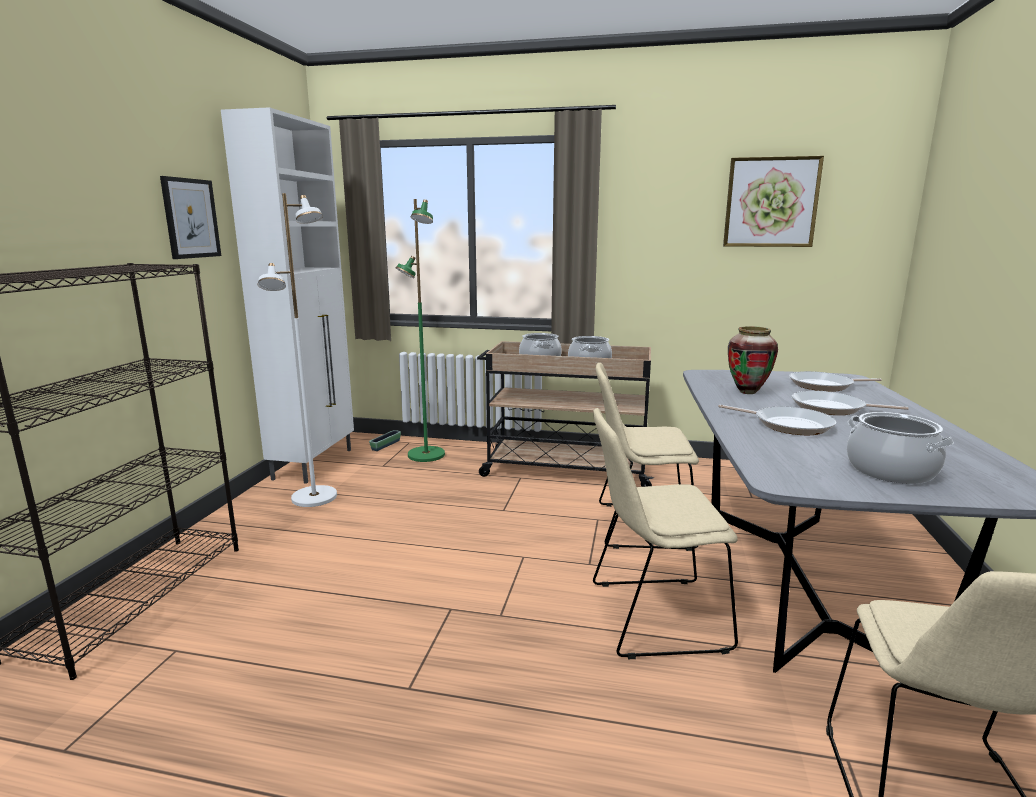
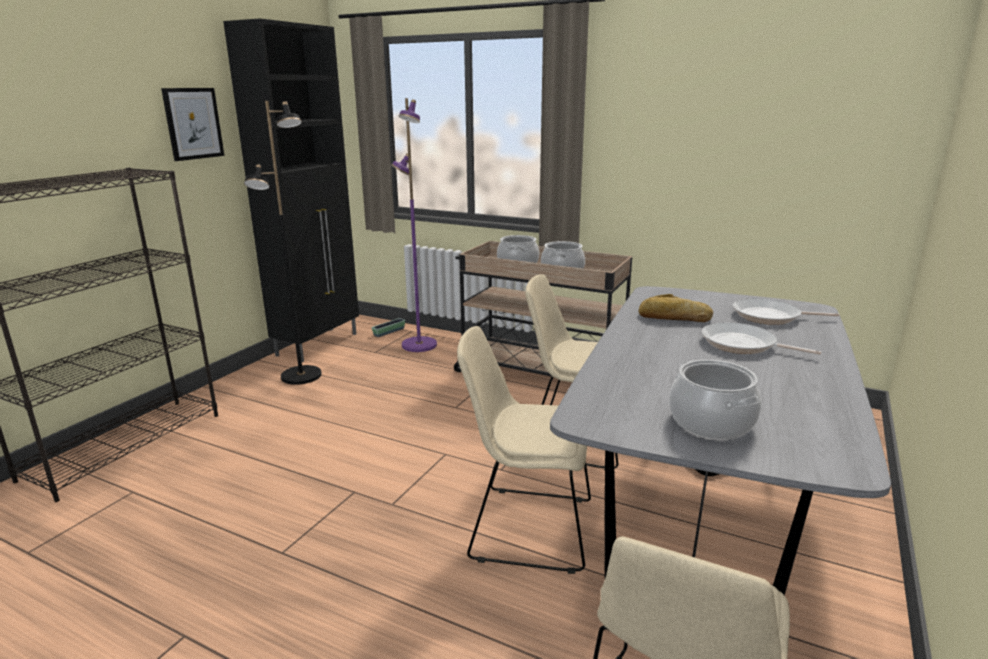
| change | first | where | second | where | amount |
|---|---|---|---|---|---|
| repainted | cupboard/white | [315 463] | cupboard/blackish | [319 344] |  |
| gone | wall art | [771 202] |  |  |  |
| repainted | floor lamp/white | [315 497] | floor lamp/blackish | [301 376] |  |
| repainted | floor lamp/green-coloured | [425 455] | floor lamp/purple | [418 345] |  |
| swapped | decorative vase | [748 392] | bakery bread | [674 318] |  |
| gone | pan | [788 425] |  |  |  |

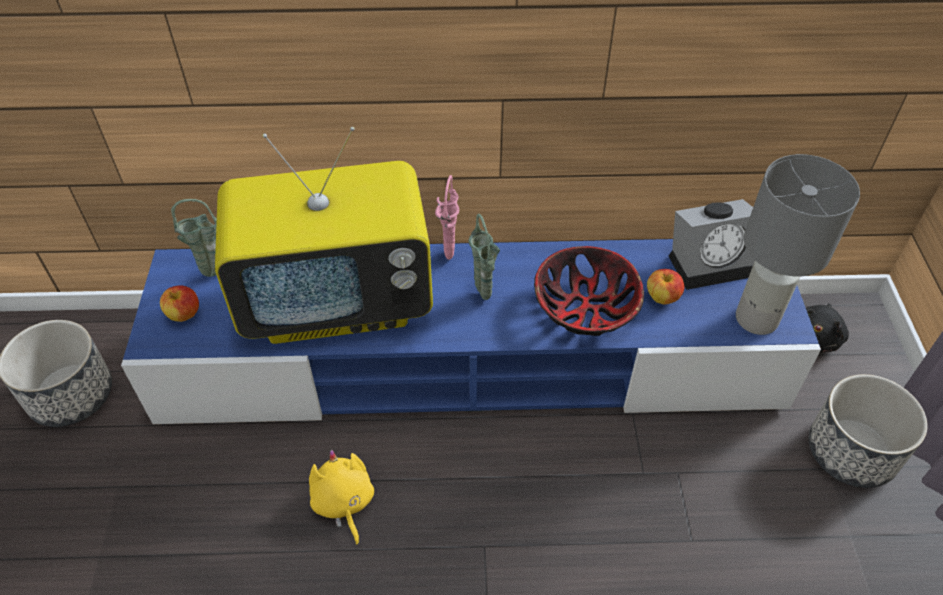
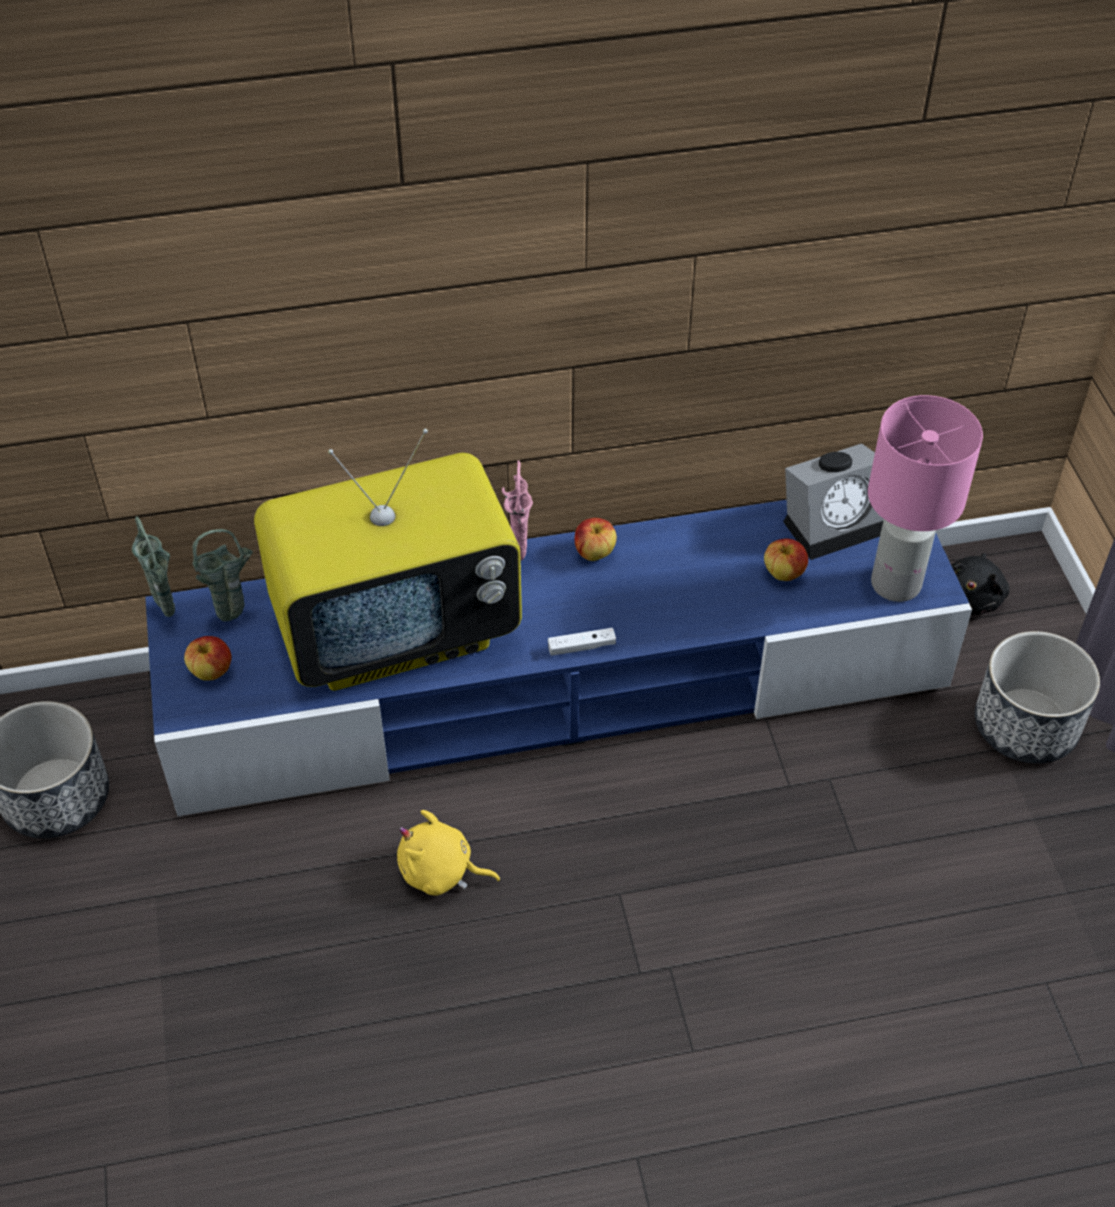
| change | first | where | second | where | amount |
|---|---|---|---|---|---|
| repainted | table lamp/gray | [758 319] | table lamp/pink-coloured | [897 584] |  |
| shifted | decorative vase/green-coloured | [484 298] |  | [168 615] |  |
| gone | serving bowl | [586 309] |  |  |  |
| rotated | plush toy/yellow | [343 503] |  | [441 872] | 45 degrees counterclockwise |
| new |  |  | whole apple | [594 552] |  |
| new |  |  | game controller/white | [581 647] |  |

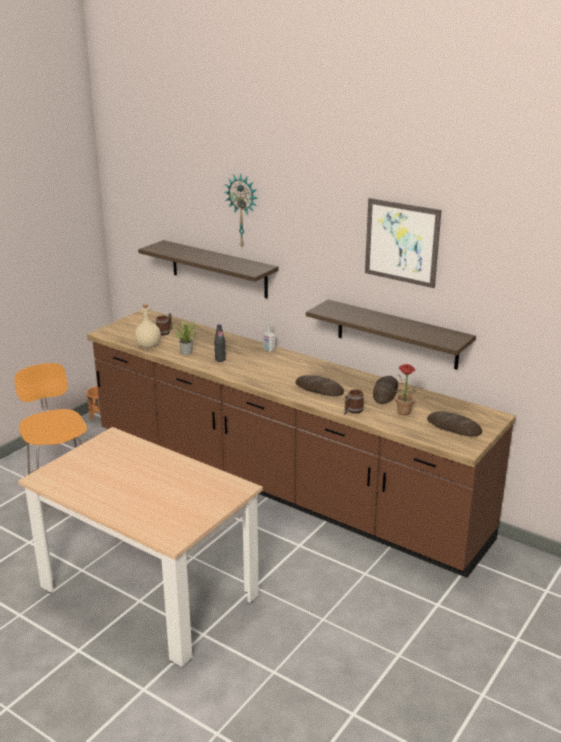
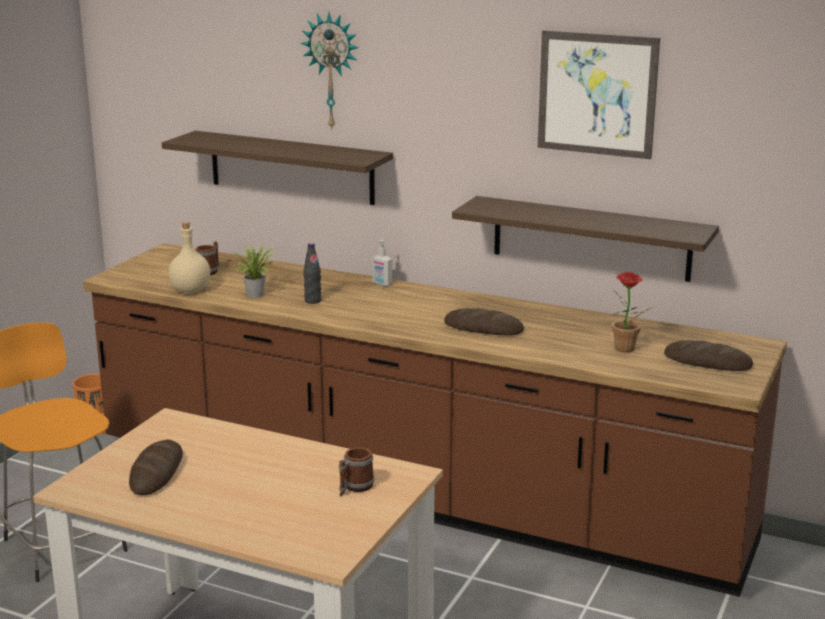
| change | first | where | second | where | amount |
|---|---|---|---|---|---|
| shifted | bakery bread | [385 393] |  | [156 473] |  |
| shifted | mug | [352 411] |  | [354 488] |  |

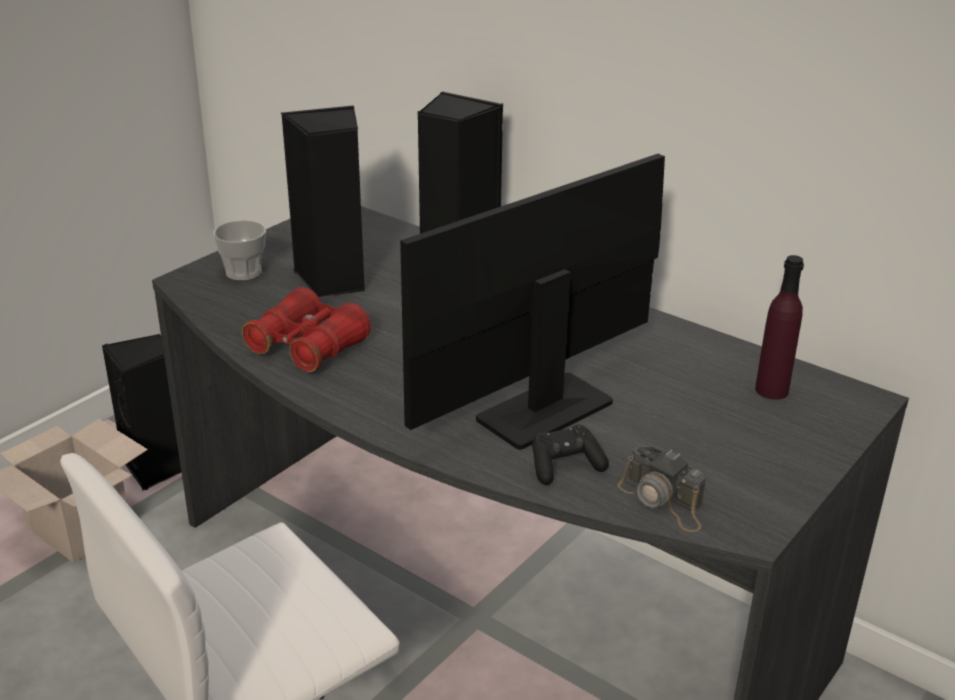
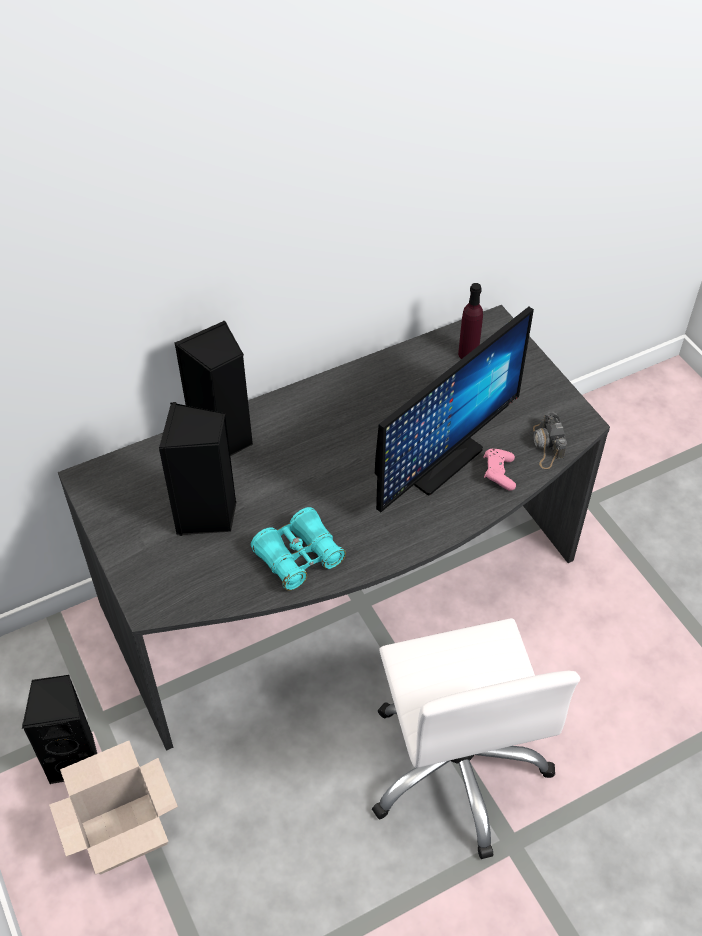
| change | first | where | second | where | amount |
|---|---|---|---|---|---|
| rotated | computer display | [545 411] |  | [440 461] | 120 degrees counterclockwise |
| gone | small cup | [243 272] |  |  |  |
| repainted | pair of binoculars/red | [307 347] | pair of binoculars/turquoise-coloured | [299 557] |  |
| repainted | game controller/blackish | [565 466] | game controller/pink-coloured | [498 474] |  |
| rotated | still camera | [663 501] |  | [547 446] | 105 degrees clockwise |

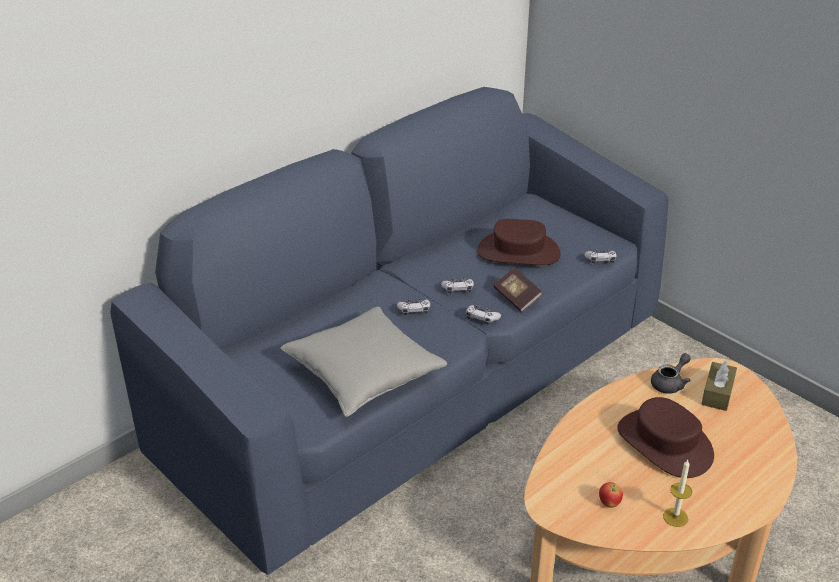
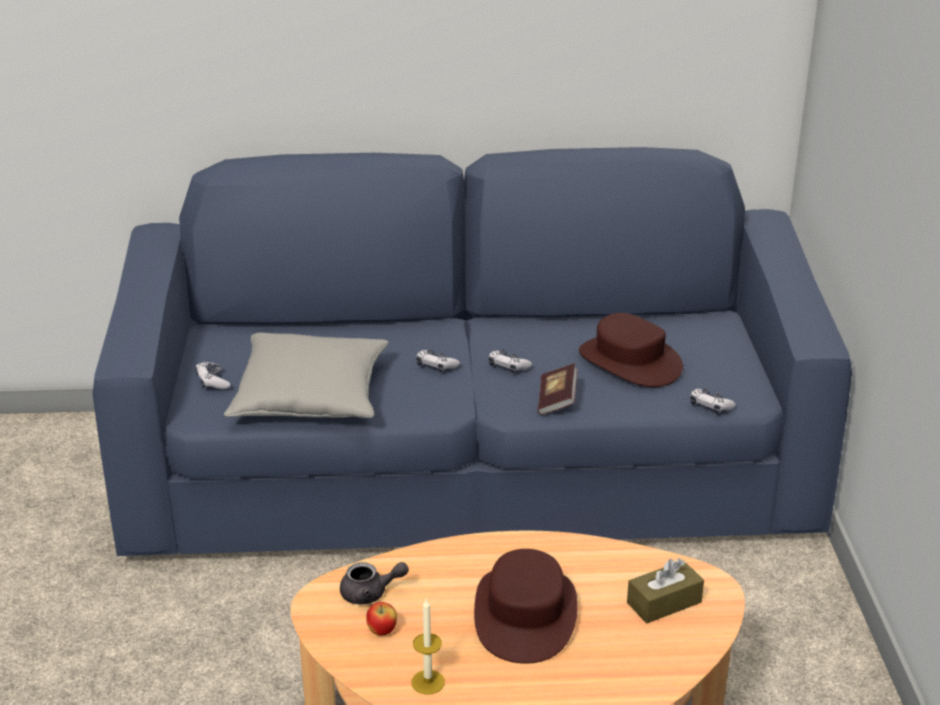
| change | first | where | second | where | amount |
|---|---|---|---|---|---|
| shifted | game controller | [482 318] |  | [212 382] |  |
| shifted | tea pot/gray | [670 383] |  | [370 593] |  |

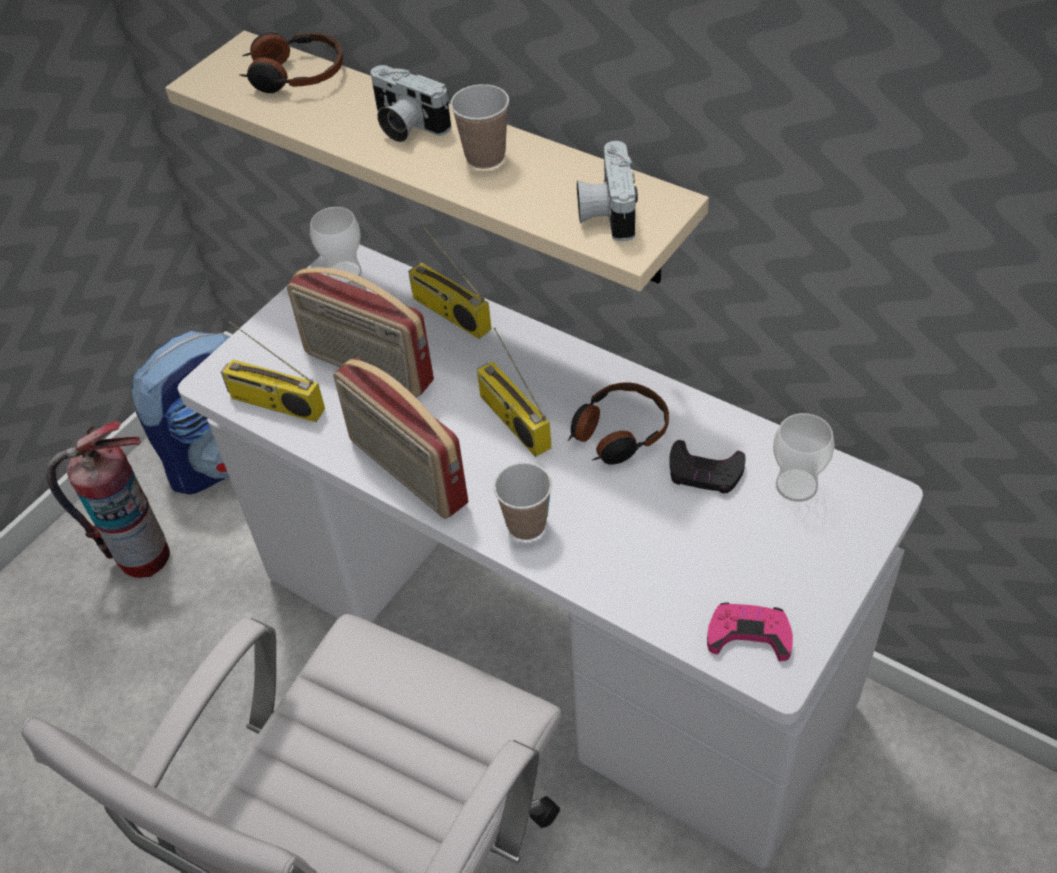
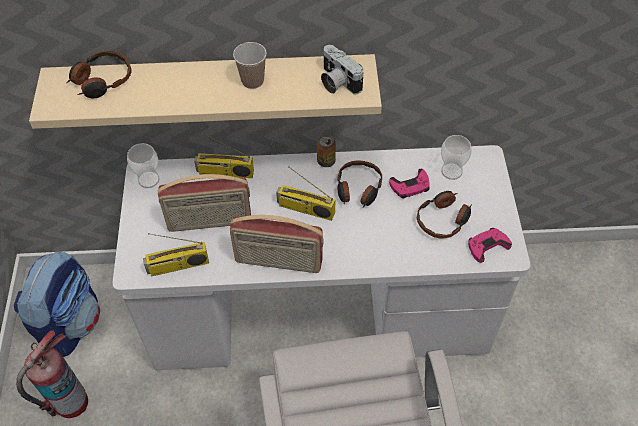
| change | first | where | second | where | amount |
|---|---|---|---|---|---|
| gone | still camera | [406 125] |  |  |  |
| repainted | game controller/blackish | [704 472] | game controller/pink-coloured | [410 186] |  |
| gone | small cup | [526 525] |  |  |  |
| new |  |  | sealed can | [326 161] |  |
| new |  |  | headphones | [443 219] |  |

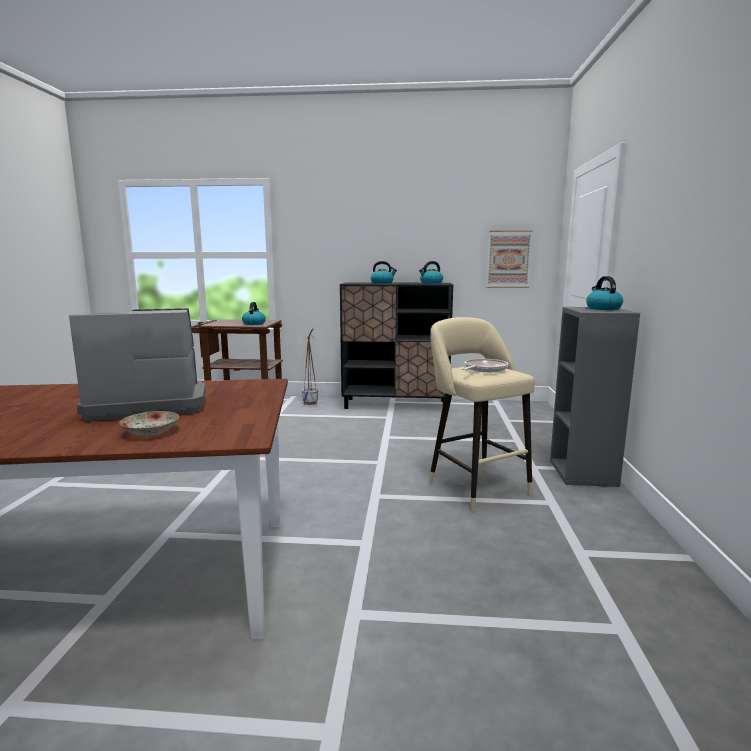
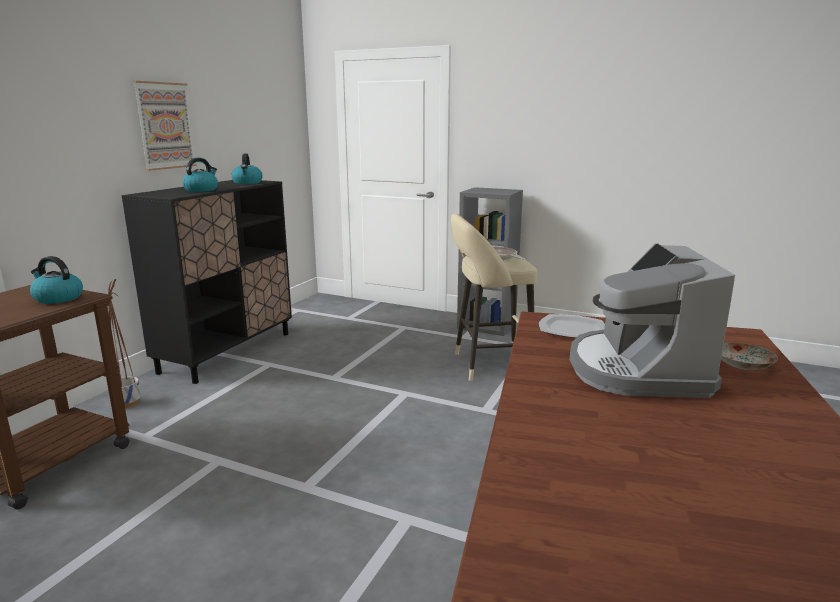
| change | first | where | second | where | amount |
|---|---|---|---|---|---|
| shifted | wall art | [508 259] |  | [165 126] |  |
| gone | kettle | [603 308] |  |  |  |
| new |  |  | dinner plate | [572 329] |  |

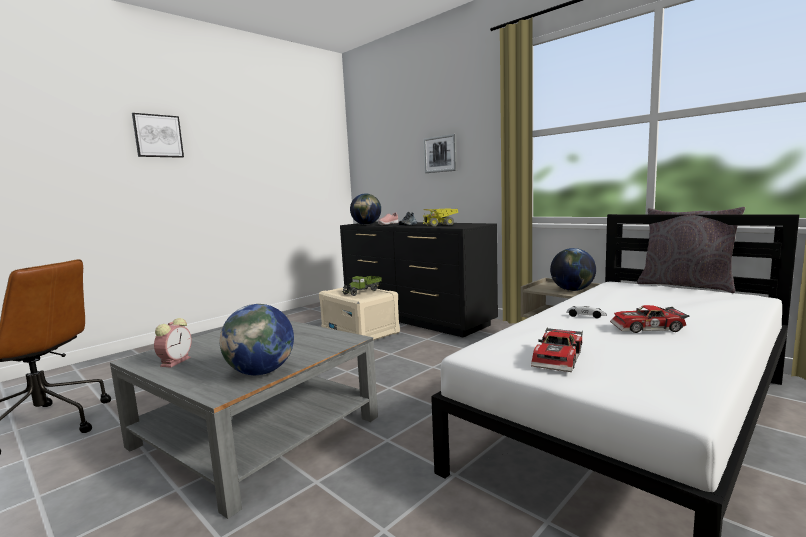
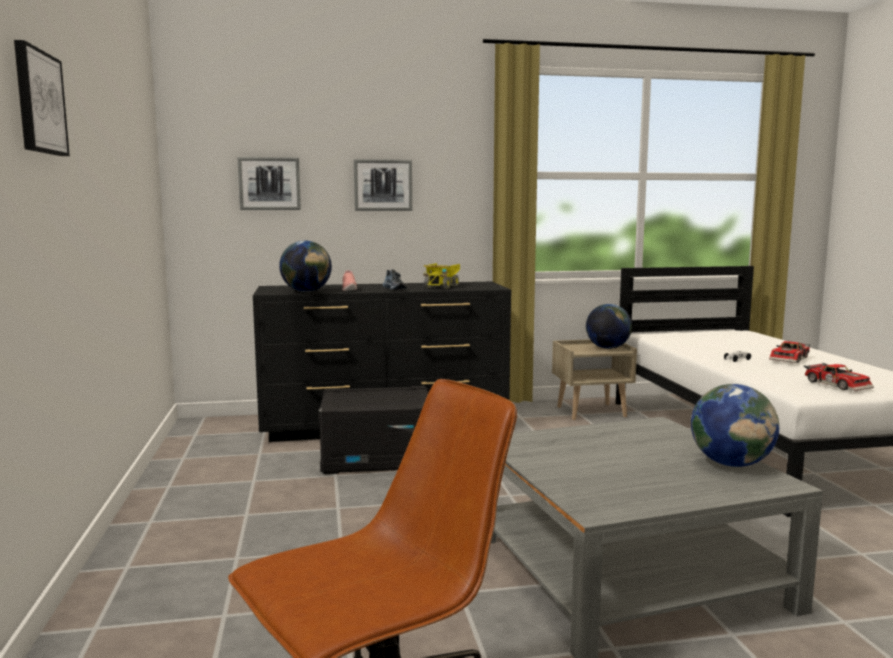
| change | first | where | second | where | amount |
|---|---|---|---|---|---|
| gone | pillow/gray | [685 286] |  |  |  |
| gone | toy truck | [363 291] |  |  |  |
| repainted | storage box/beige | [360 331] | storage box/blackish | [377 458] |  |
| gone | bedside clock | [176 361] |  |  |  |
| new |  |  | wall art | [269 183] |  |

